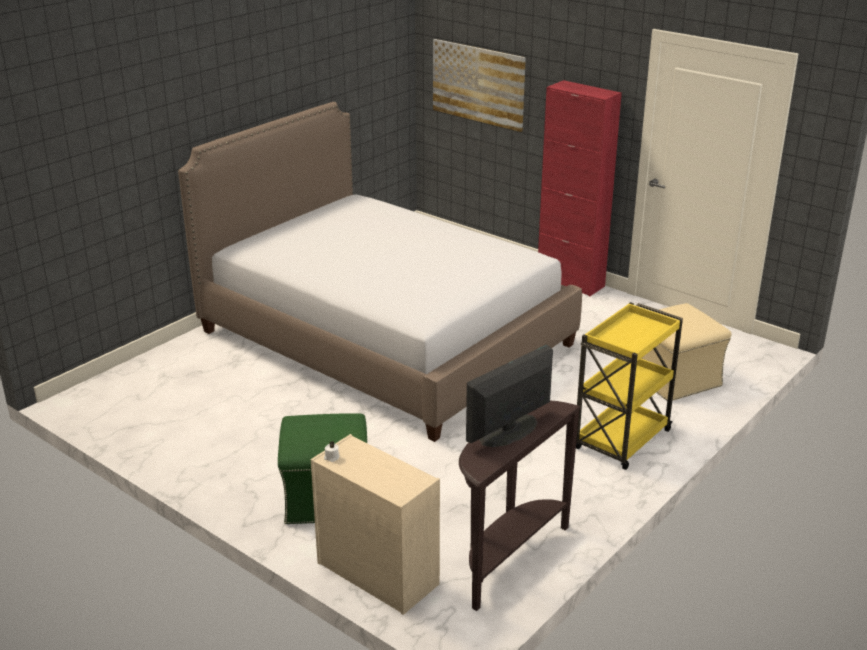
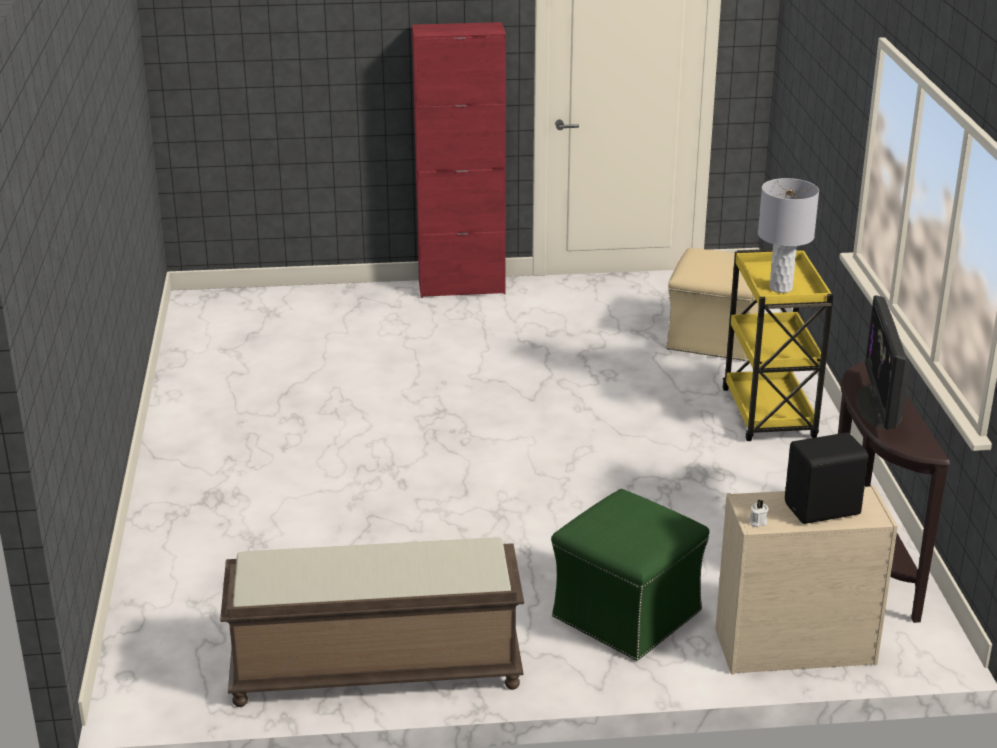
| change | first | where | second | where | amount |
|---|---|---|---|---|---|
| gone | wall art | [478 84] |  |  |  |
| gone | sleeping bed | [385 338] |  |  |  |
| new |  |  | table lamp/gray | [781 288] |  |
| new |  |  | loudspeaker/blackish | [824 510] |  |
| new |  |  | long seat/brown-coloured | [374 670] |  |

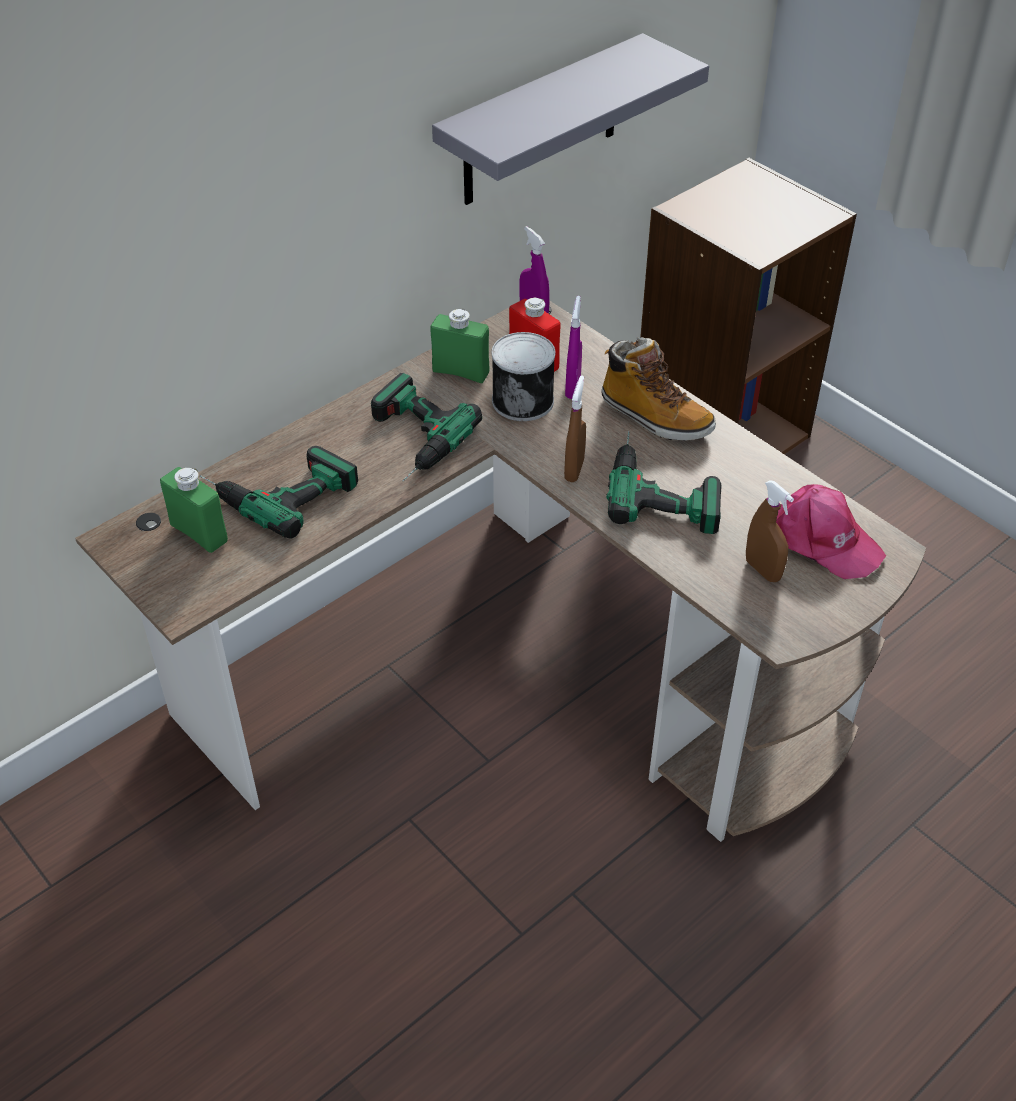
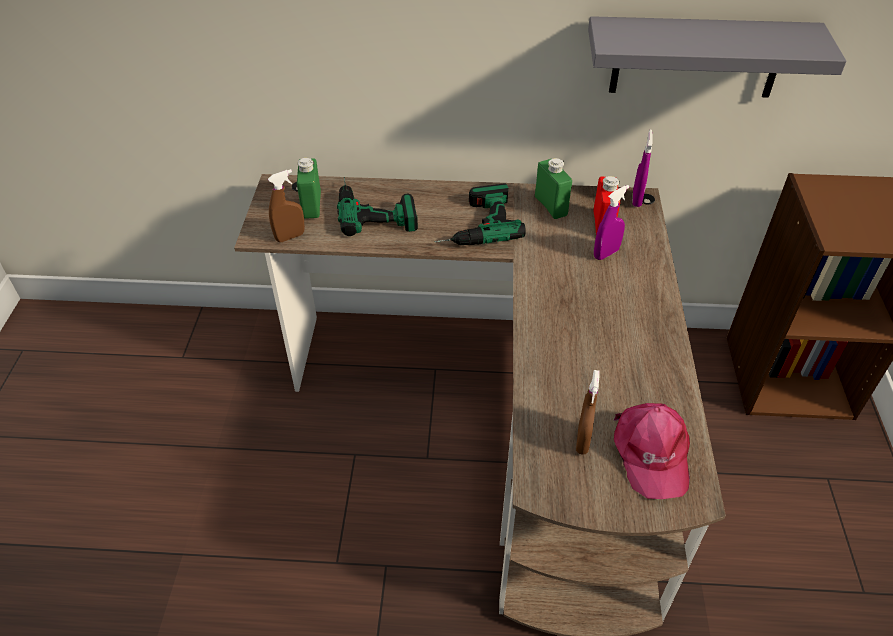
| change | first | where | second | where | amount |
|---|---|---|---|---|---|
| gone | sealed can | [523 400] |  |  |  |
| gone | tall boot | [654 417] |  |  |  |
| shifted | spray bottle/brown-coloured | [574 470] |  | [290 237] |  |
| gone | drill | [663 486] |  |  |  |

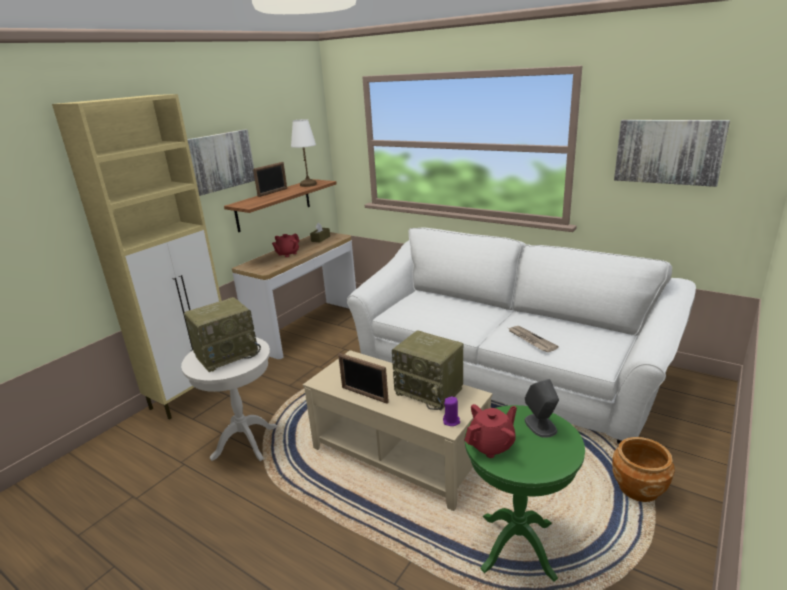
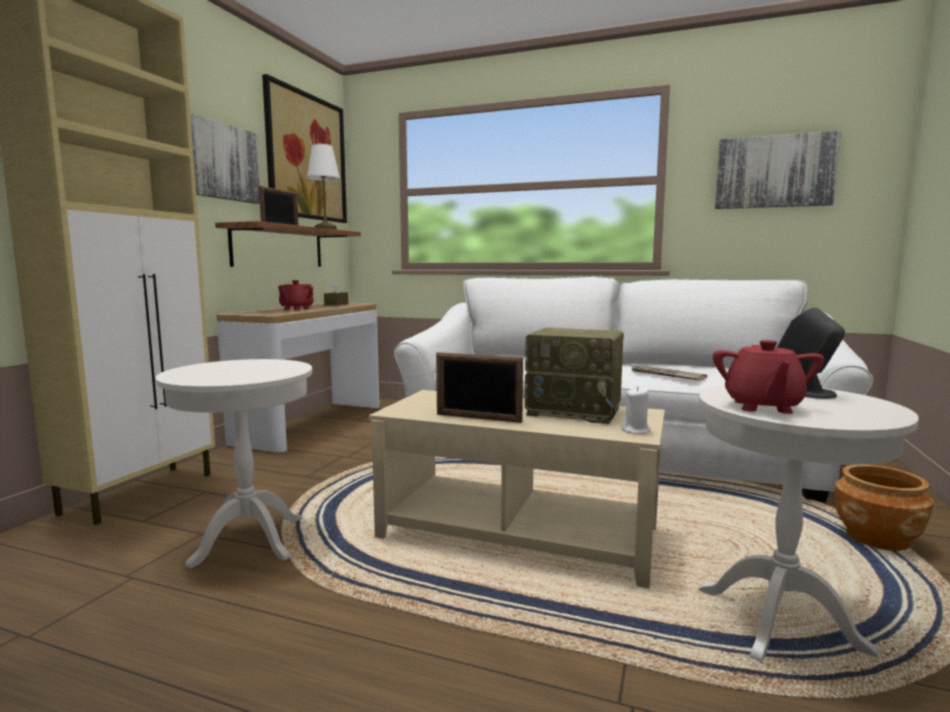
| change | first | where | second | where | amount |
|---|---|---|---|---|---|
| gone | radio receiver | [227 354] |  |  |  |
| repainted | candle/purple | [451 421] | candle/white | [636 430] |  |
| rotated | tea pot/red | [491 445] |  | [762 407] | 150 degrees clockwise |
| repainted | side table/green-coloured | [517 546] | side table/white | [780 620] |  |
| new |  |  | wall art | [306 157] |  |

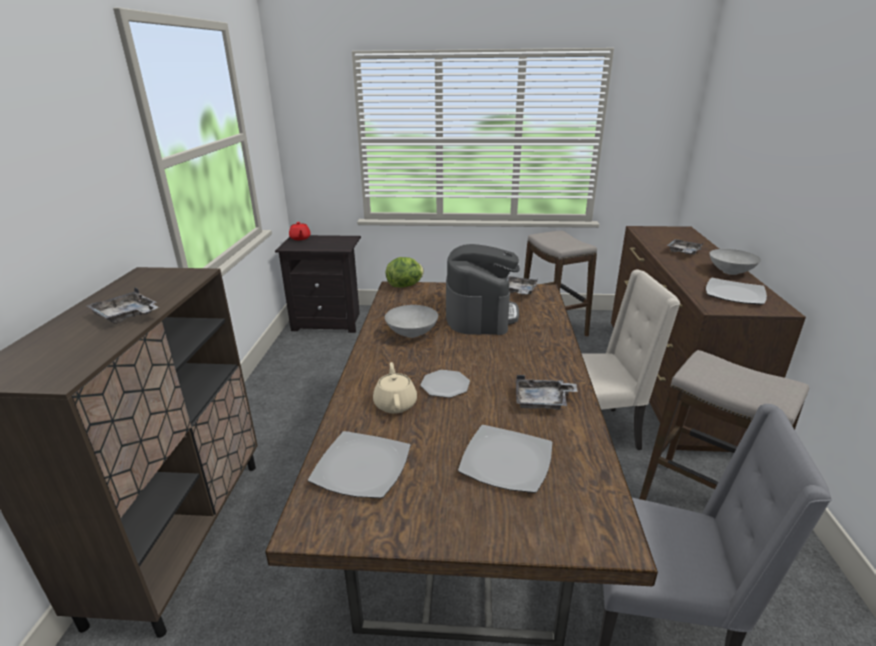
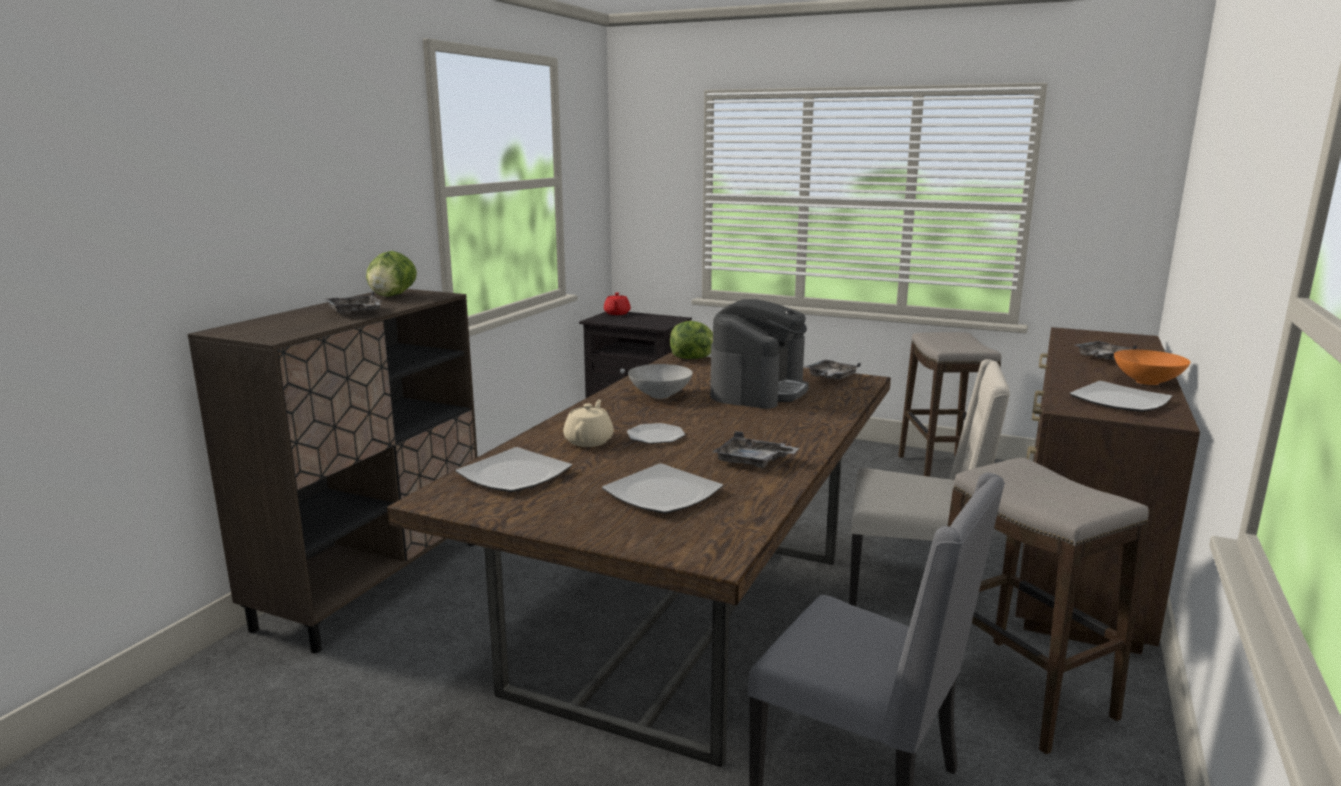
| change | first | where | second | where | amount |
|---|---|---|---|---|---|
| repainted | serving bowl/gray | [730 272] | serving bowl/orange | [1146 382] |  |
| new |  |  | lettuce | [392 296] |  |

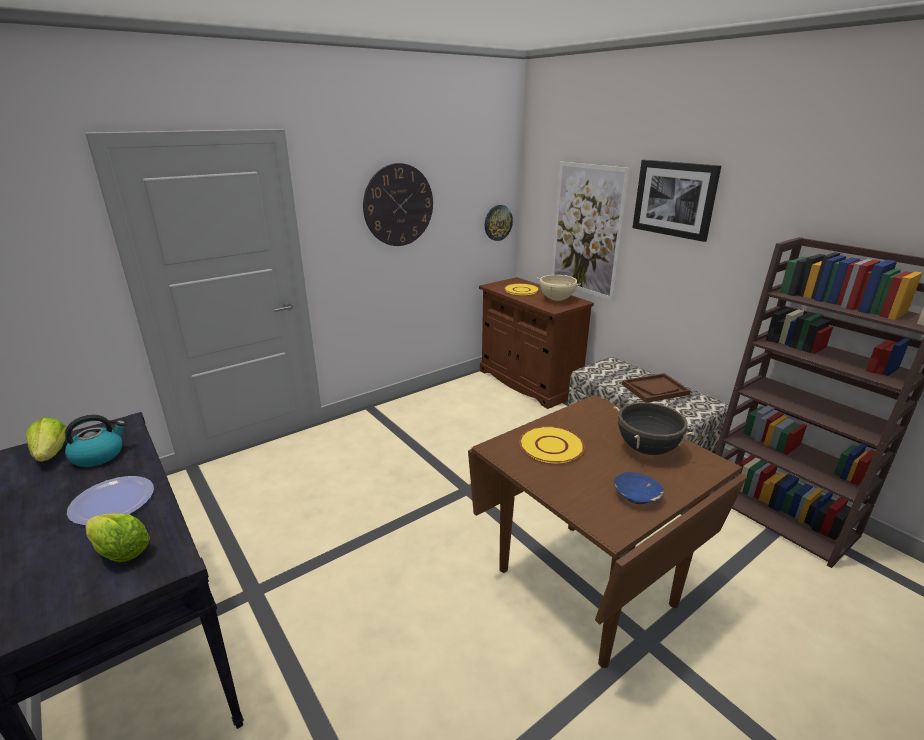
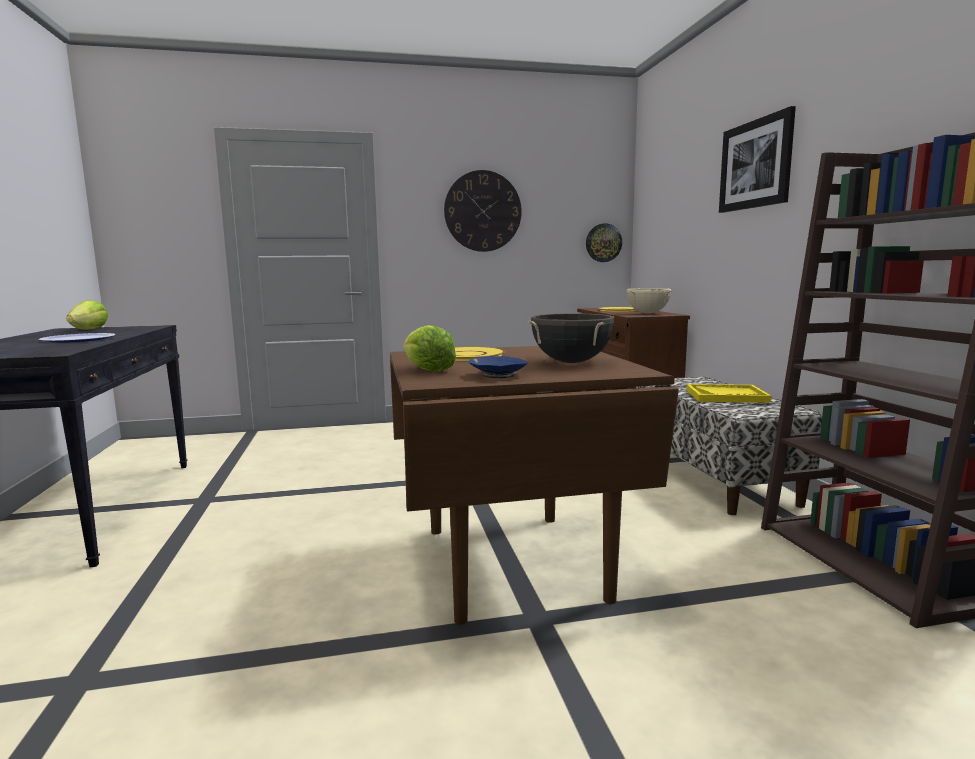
| change | first | where | second | where | amount |
|---|---|---|---|---|---|
| gone | wall art | [586 230] |  |  |  |
| repainted | tray/brown-coloured | [655 389] | tray/yellow | [726 396] |  |
| gone | kettle | [99 455] |  |  |  |
| shifted | lettuce | [120 552] |  | [427 370] |  |

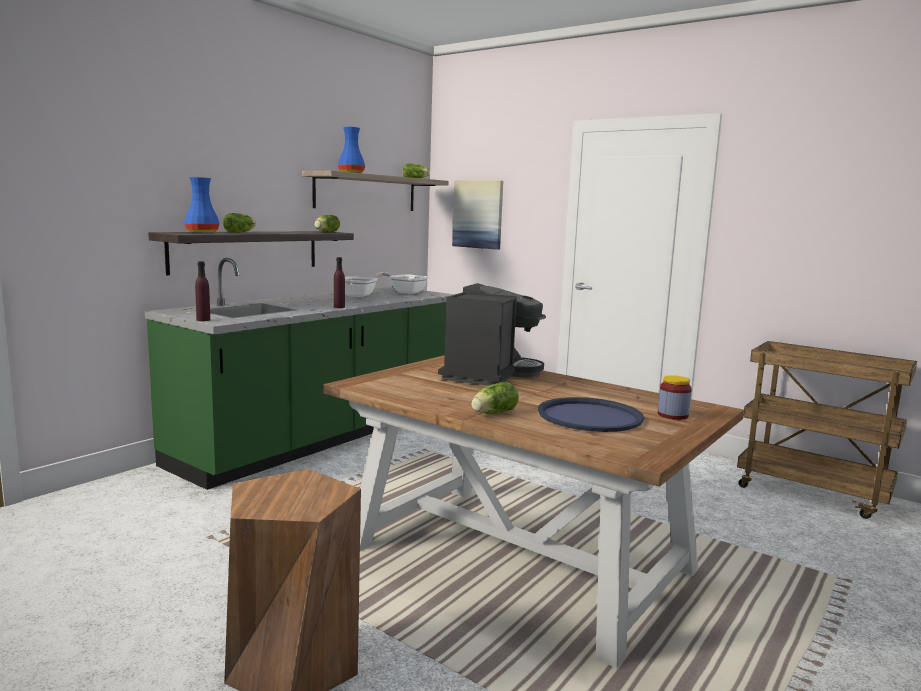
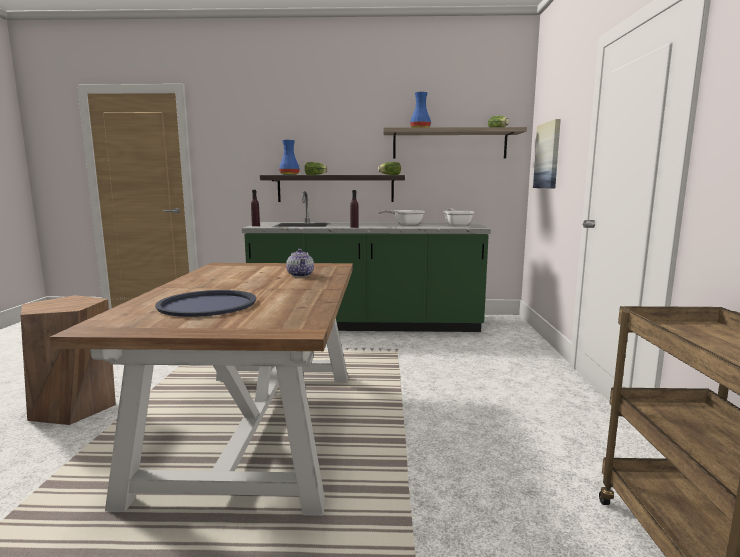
| change | first | where | second | where | amount |
|---|---|---|---|---|---|
| swapped | coffee machine | [489 374] | tea pot | [301 275] |  |
| gone | preserve jar | [673 415] |  |  |  |
| gone | lettuce | [492 413] |  |  |  |

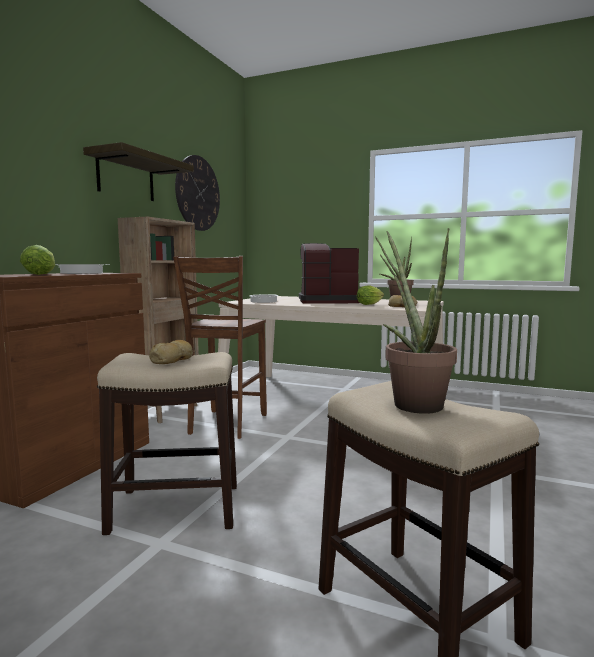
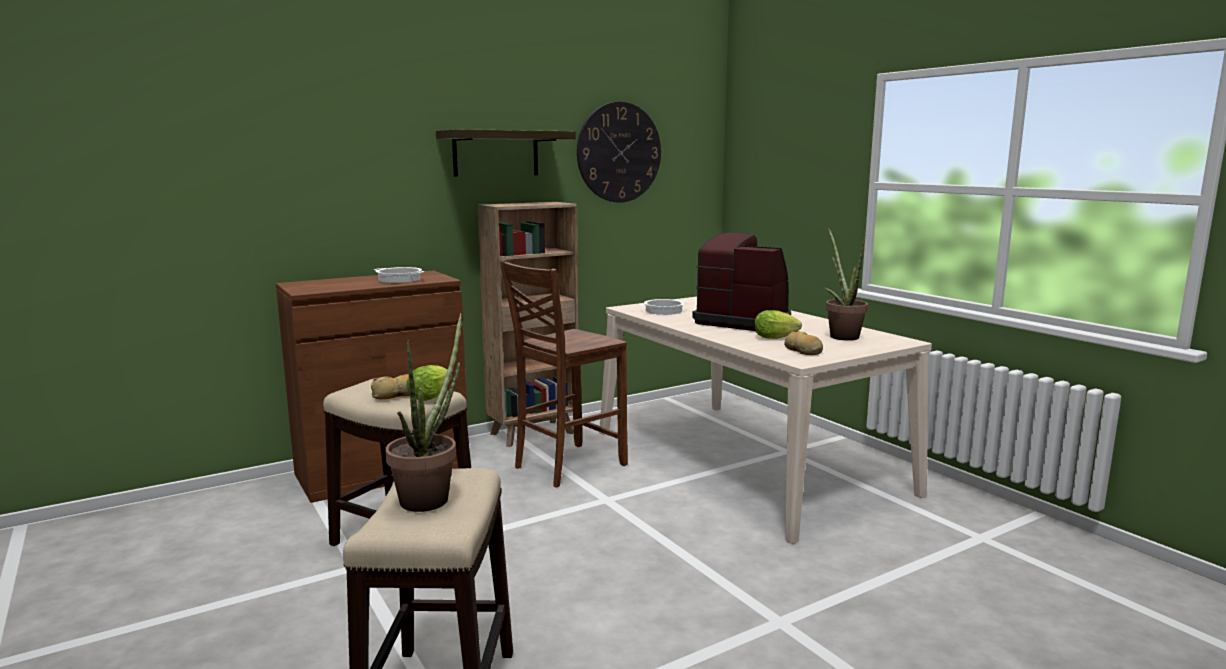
| change | first | where | second | where | amount |
|---|---|---|---|---|---|
| shifted | lettuce | [41 274] |  | [432 397] |  |

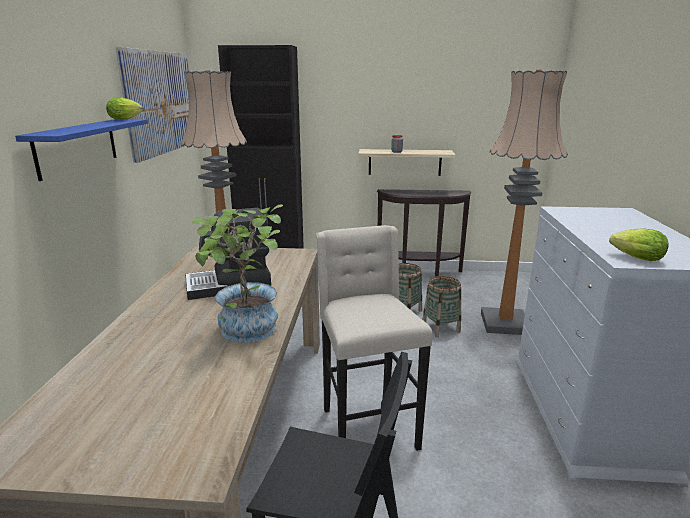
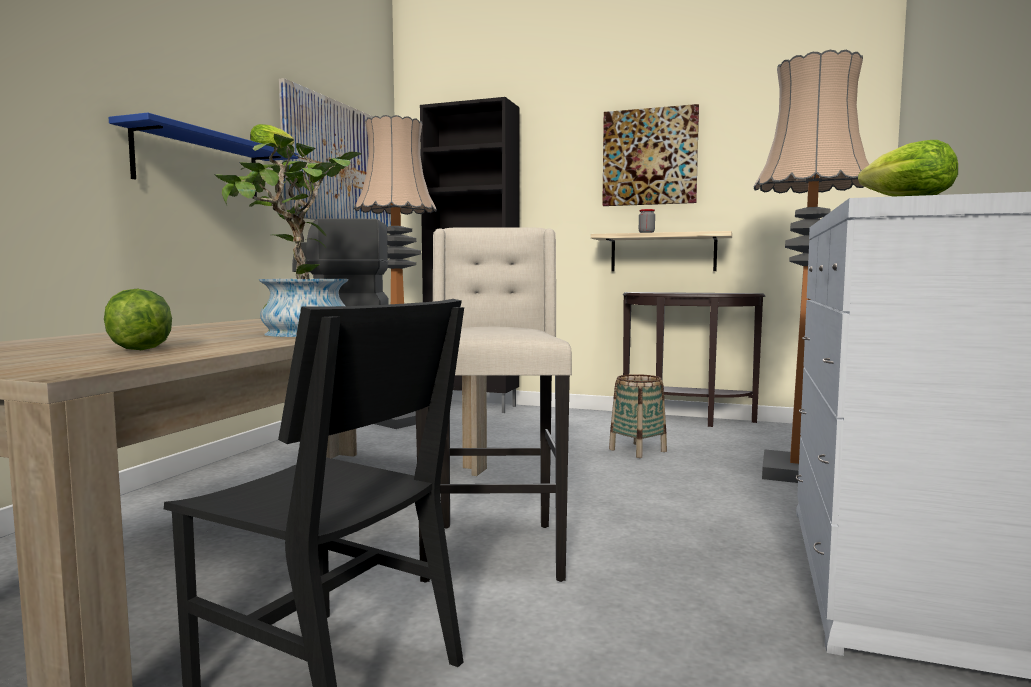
| change | first | where | second | where | amount |
|---|---|---|---|---|---|
| gone | storage basket | [440 328] |  |  |  |
| new |  |  | wall art | [649 157] |  |
| new |  |  | lettuce | [139 349] |  |

